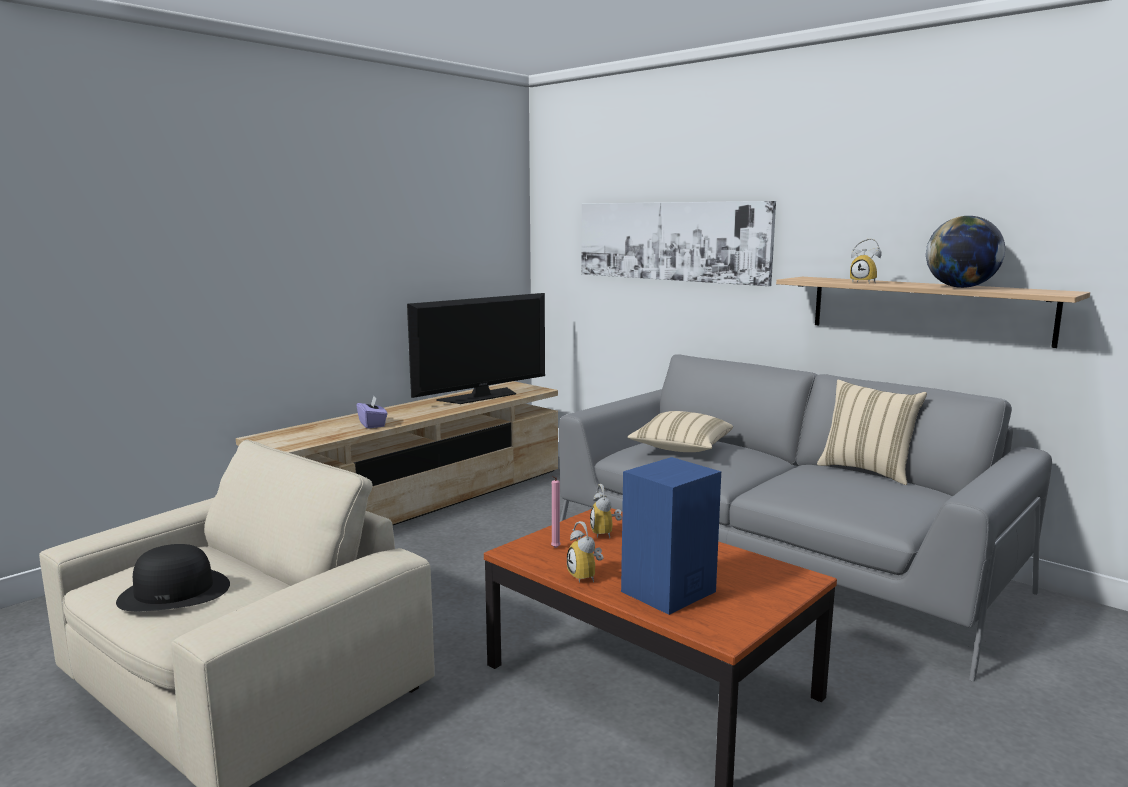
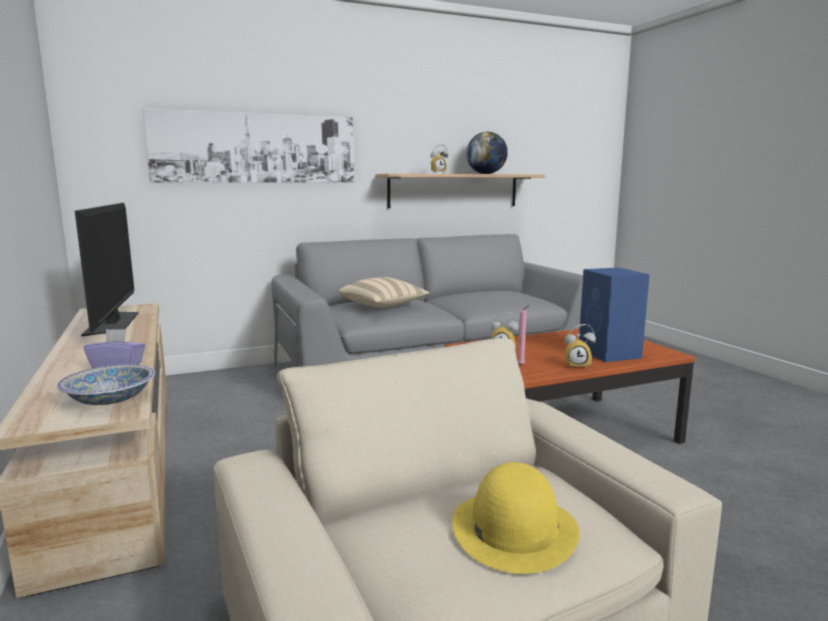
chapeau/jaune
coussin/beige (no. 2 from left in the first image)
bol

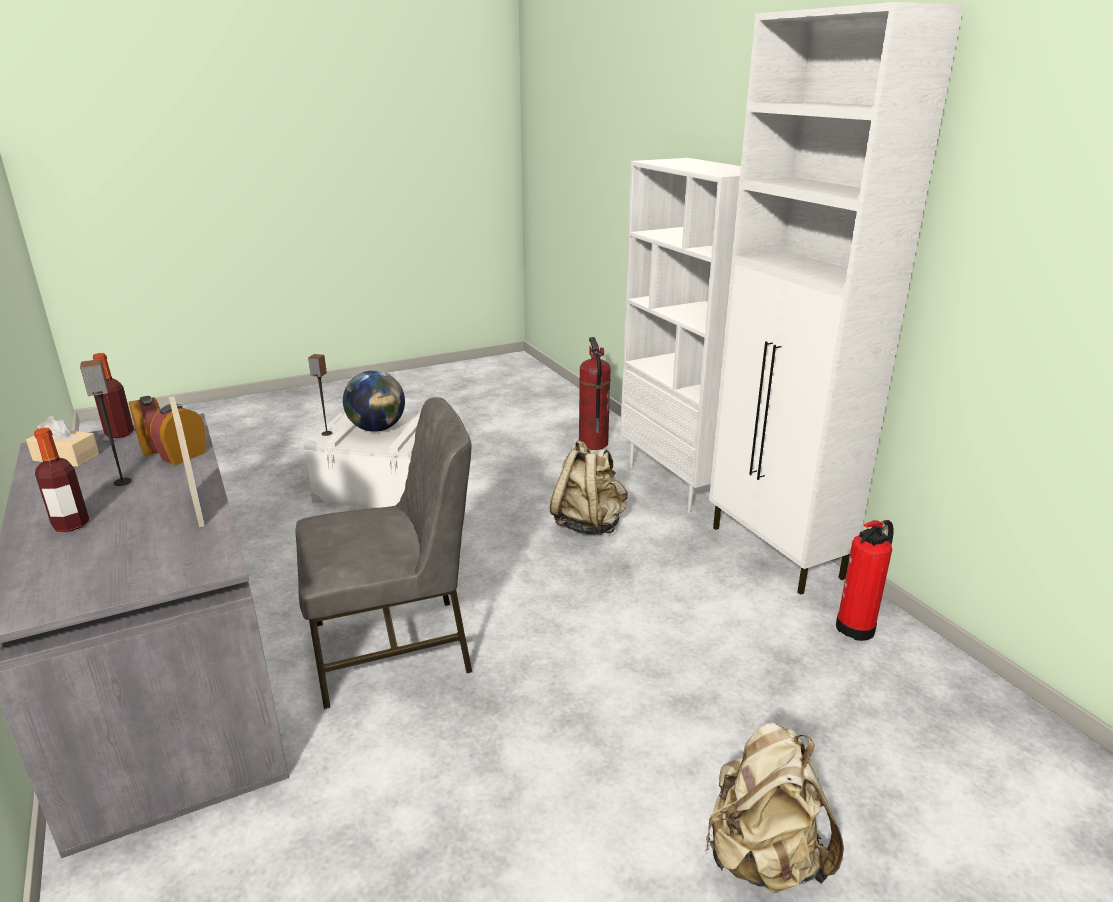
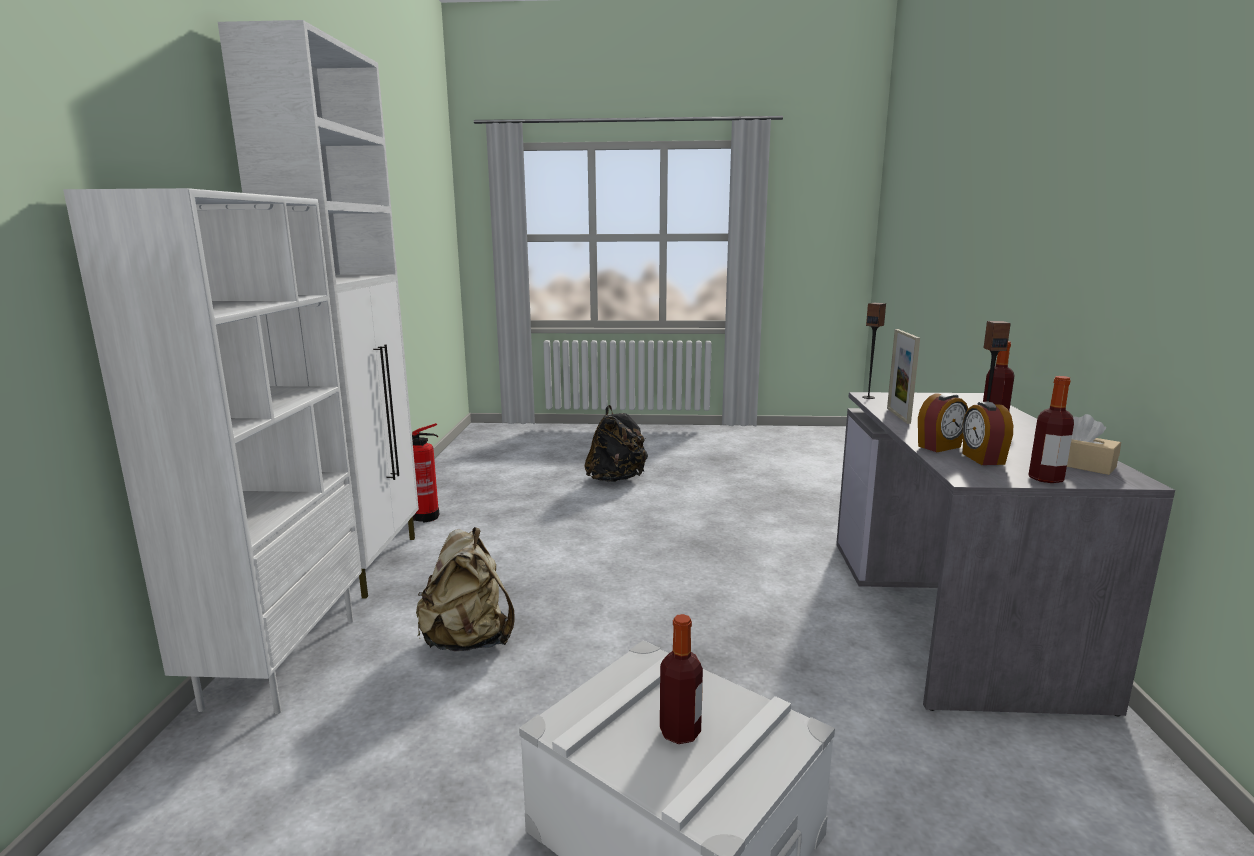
chaise/gris
enceinte (no. 1 from left)
bouteille (no. 1 from left)
extincteur (no. 1 from left in the first image)
sac à dos/noir

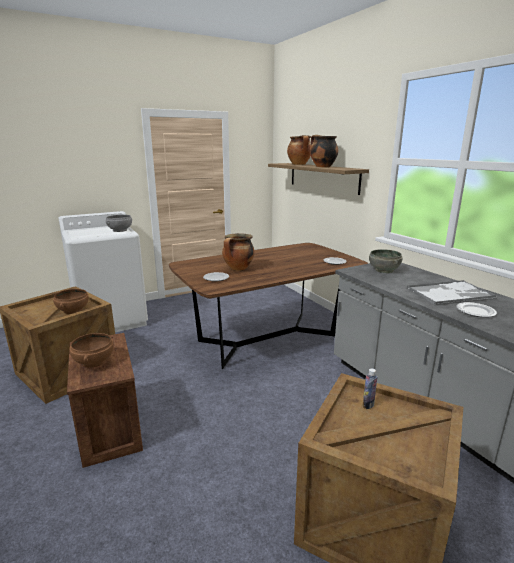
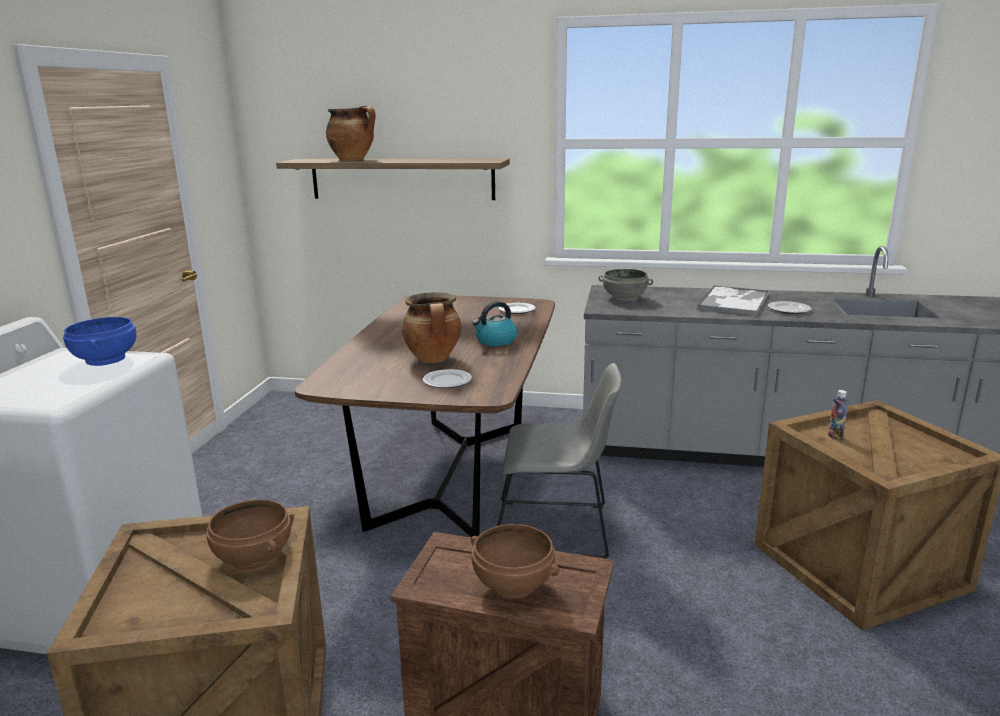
bol/bleu
marmite (no. 3 from left in the first image)
bouilloire
chaise/gris

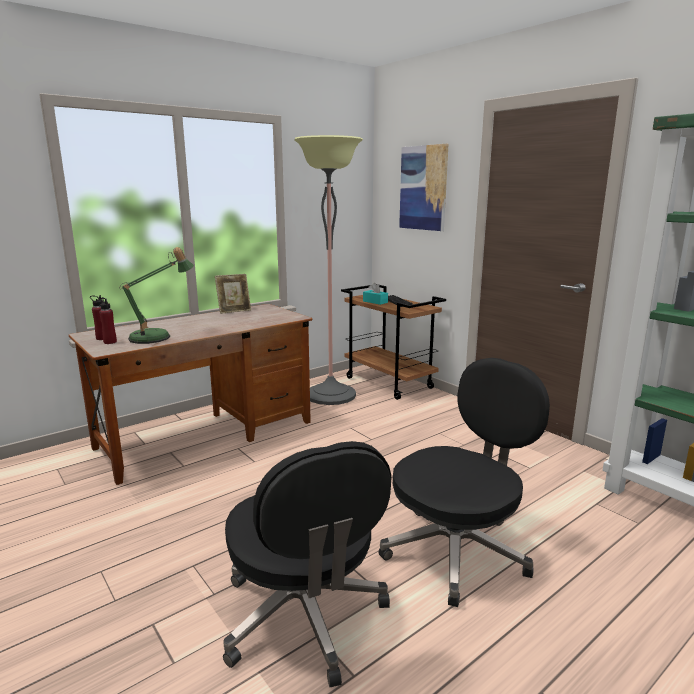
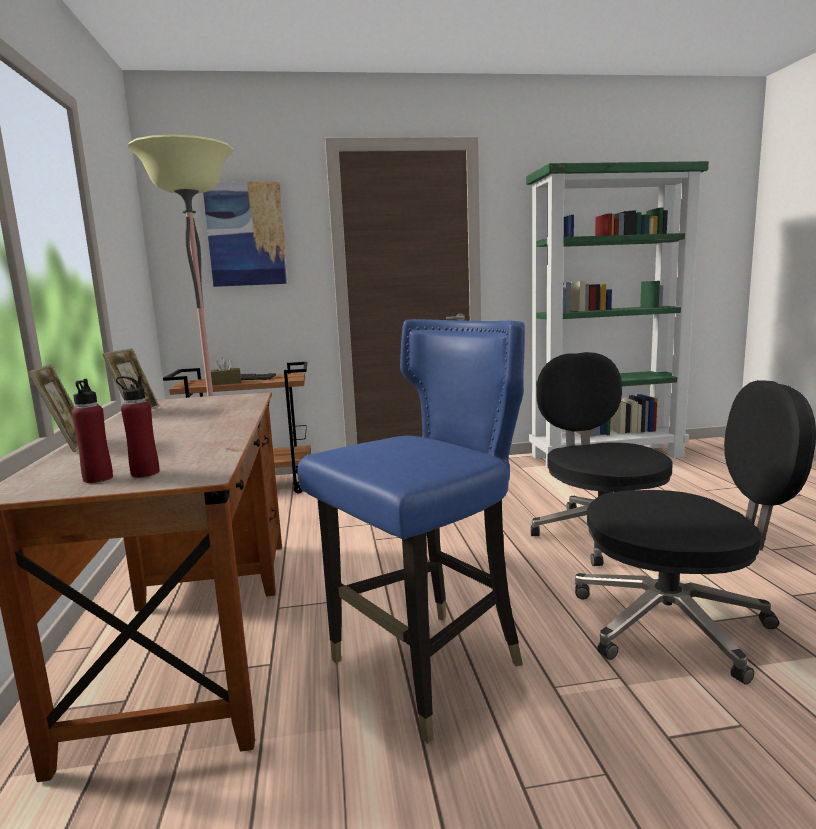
lampe de table
boîte à mouchoirs/marron
cadre photo (no. 1 from left)
chaise/bleu

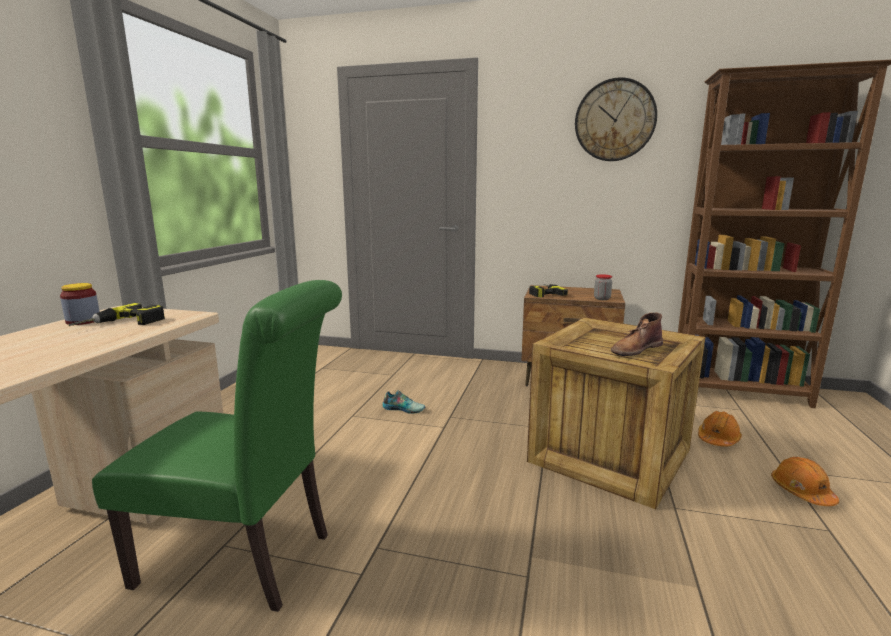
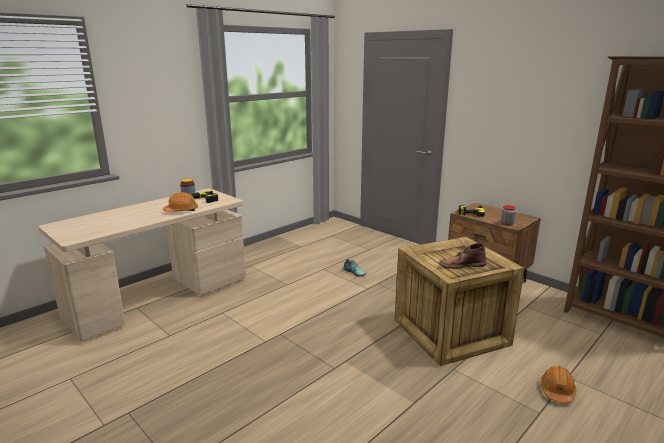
chaise/vert
horloge murale
casque de chantier/orange (no. 1 from left)

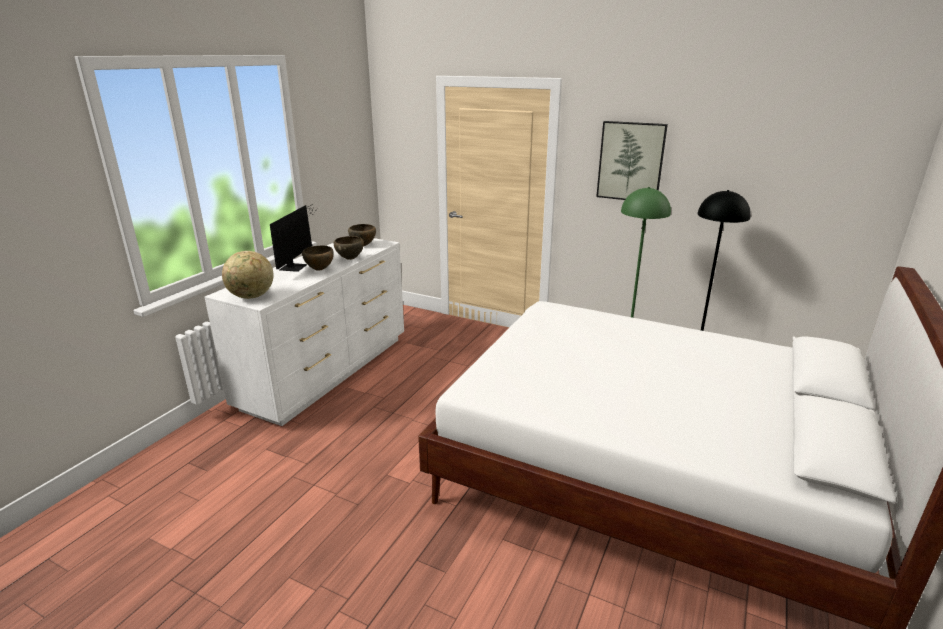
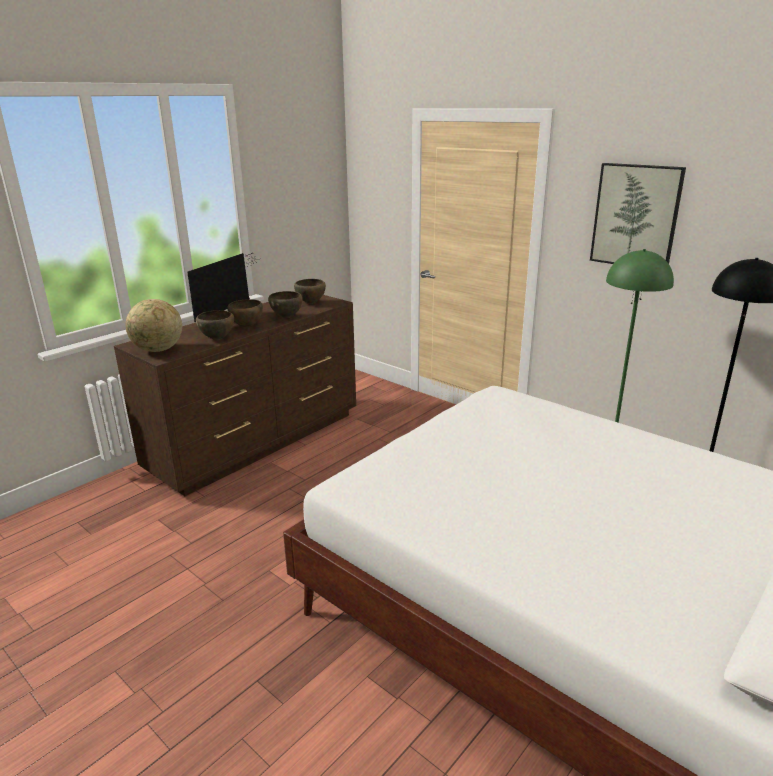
commode/marron
bol/marron (no. 1 from left)

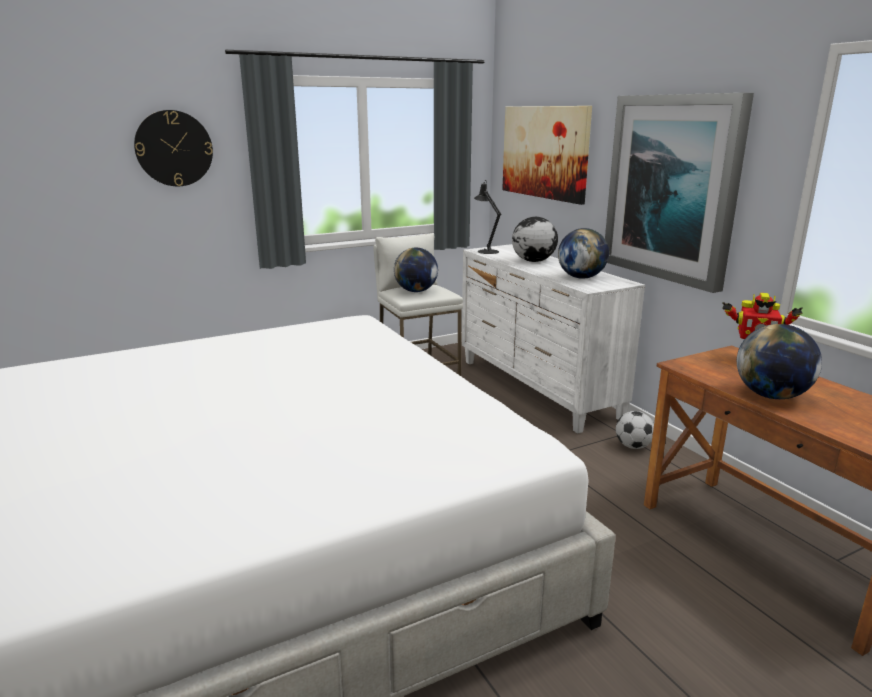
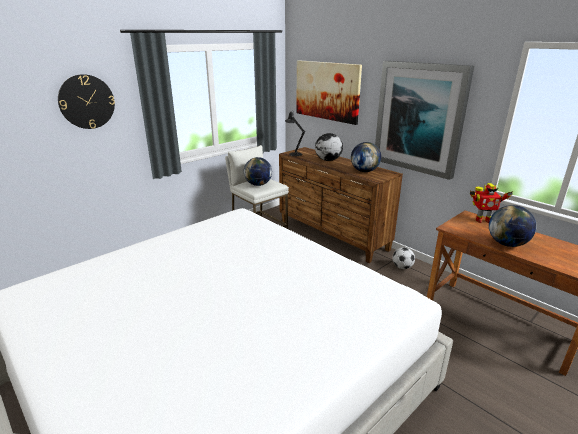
commode/marron

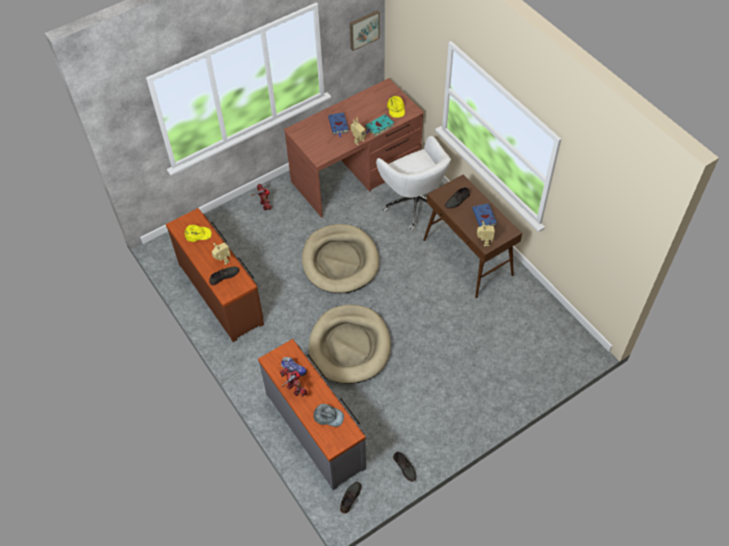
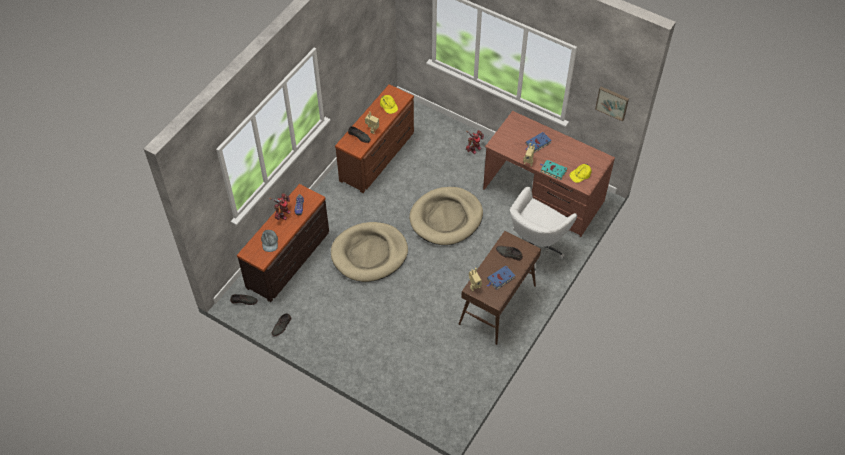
commode/marron (no. 1 from left)

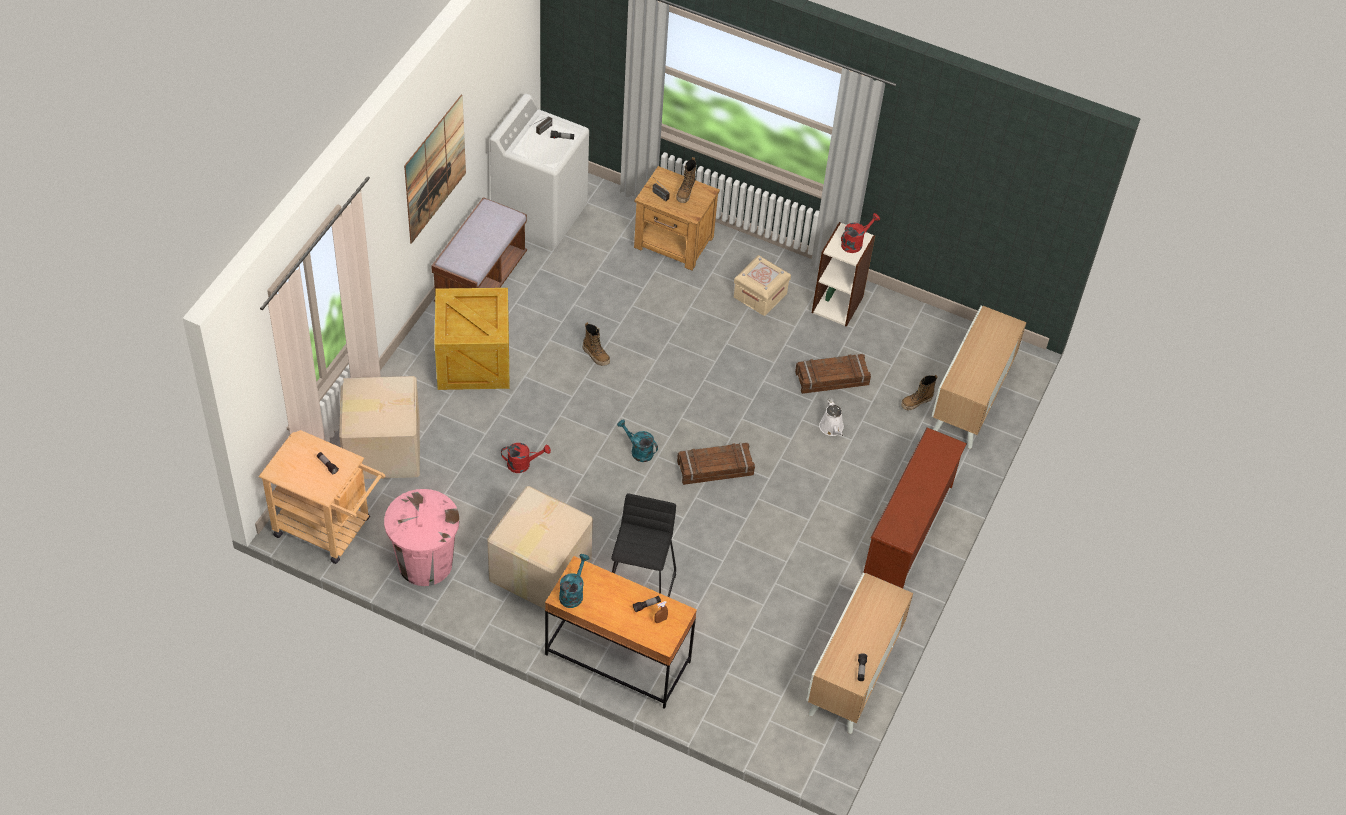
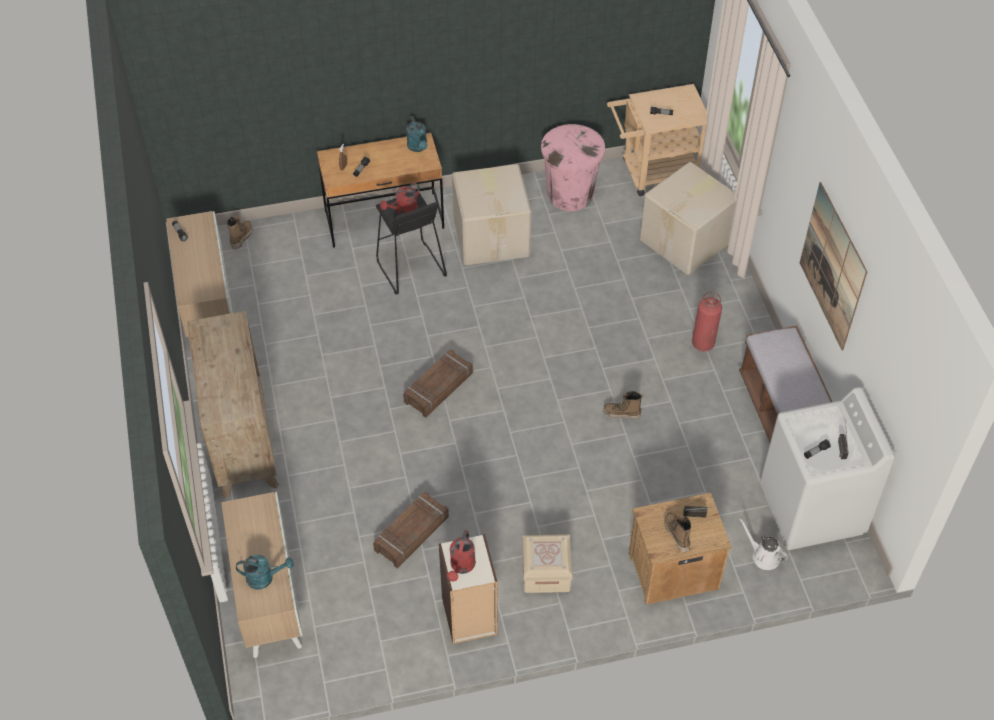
extincteur
arrosoir/rouge (no. 1 from left)
arrosoir/turquoise (no. 1 from left)
arrosoir/blanc
commode/marron
botte (no. 1 from left)

